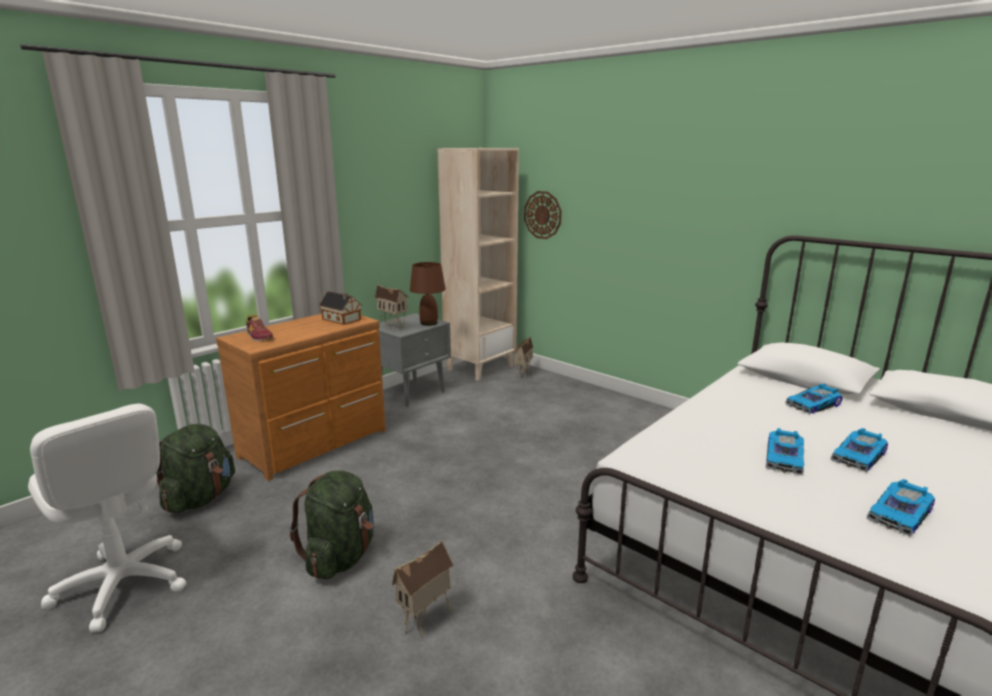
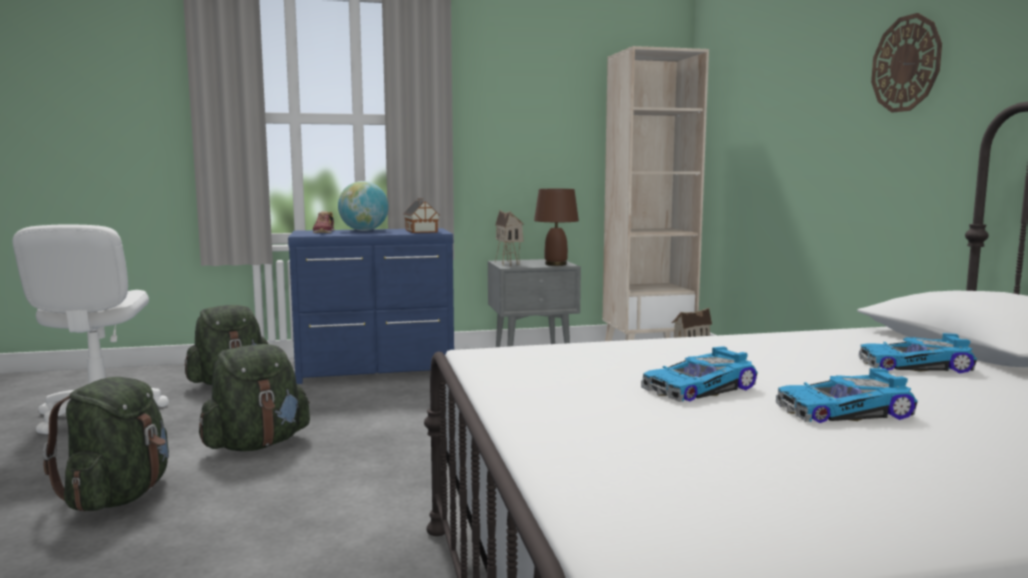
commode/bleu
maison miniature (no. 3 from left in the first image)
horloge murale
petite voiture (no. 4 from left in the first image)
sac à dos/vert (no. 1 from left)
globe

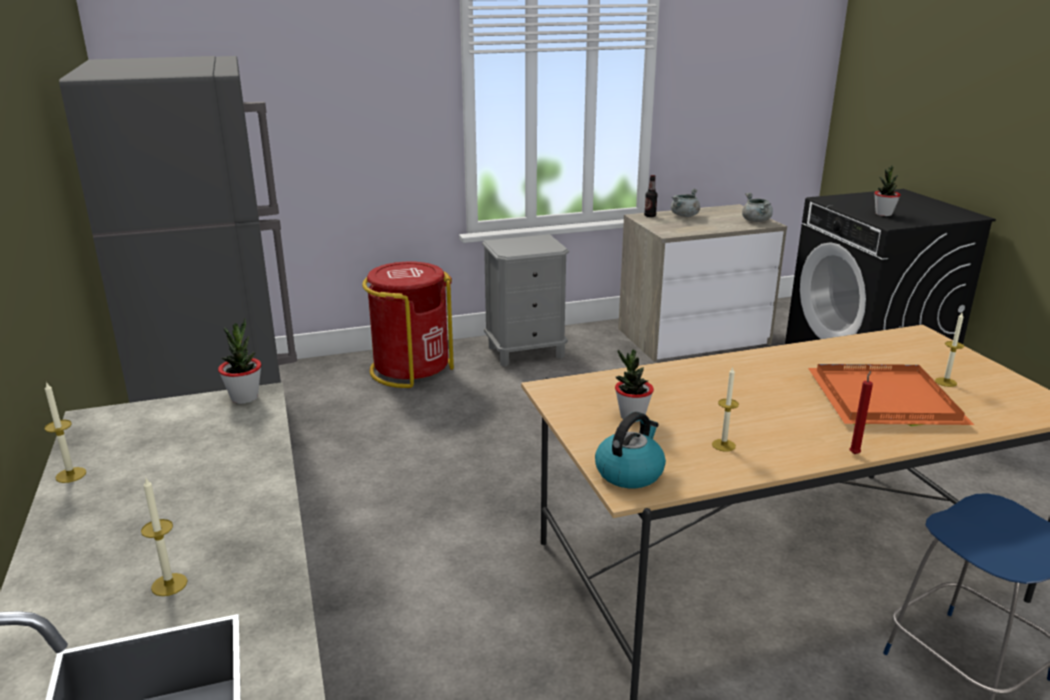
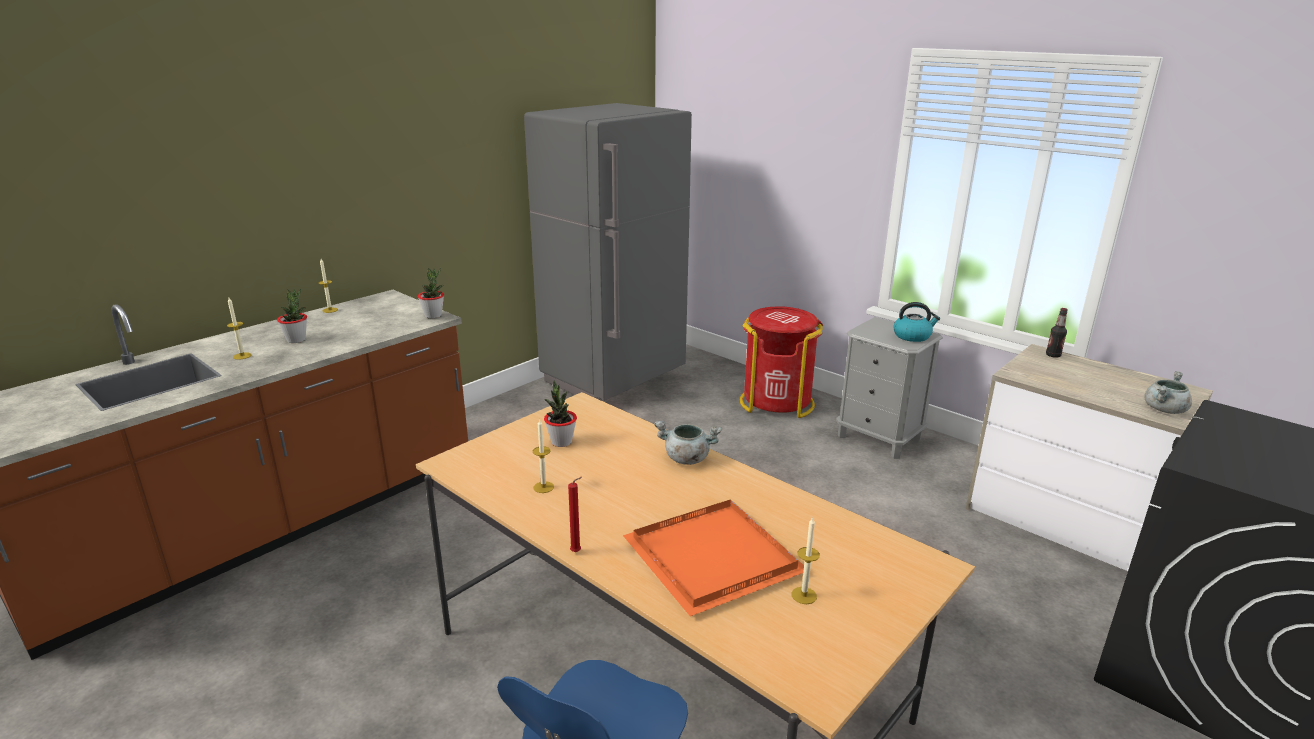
bouilloire
marmite/gris (no. 1 from left)
plante en pot (no. 1 from left)

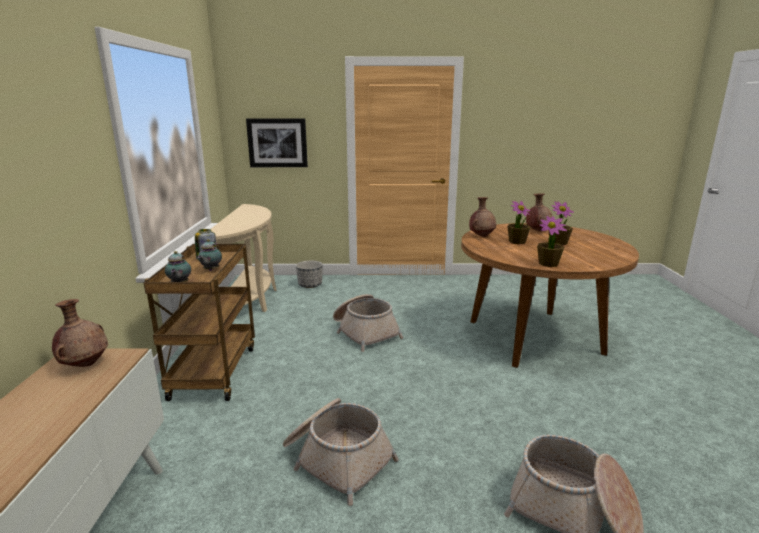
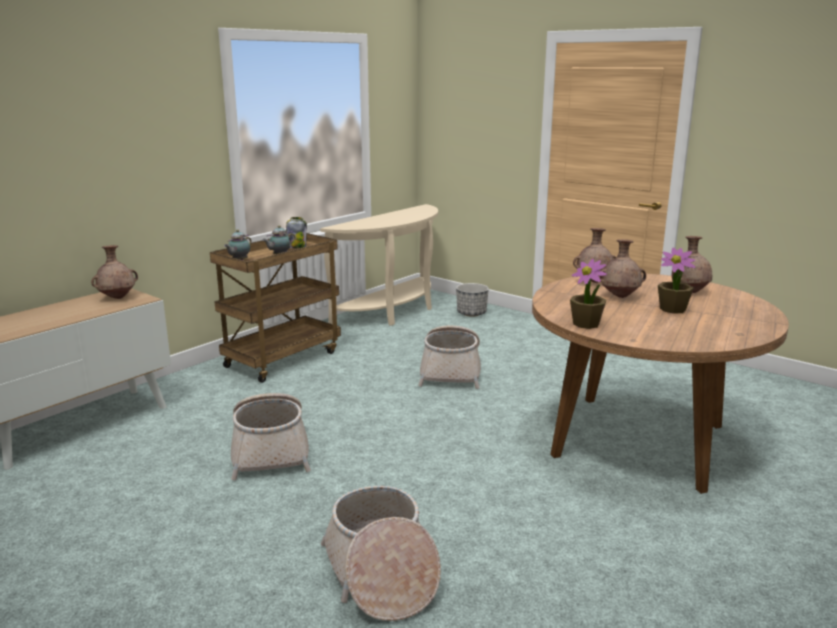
tableau
vase/marron (no. 3 from left)

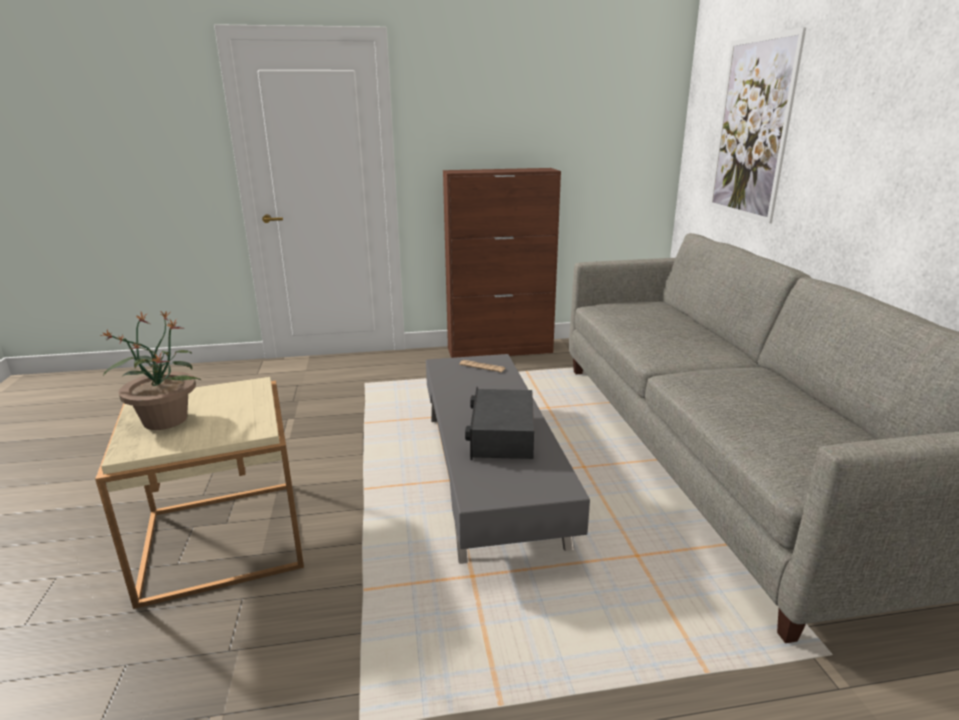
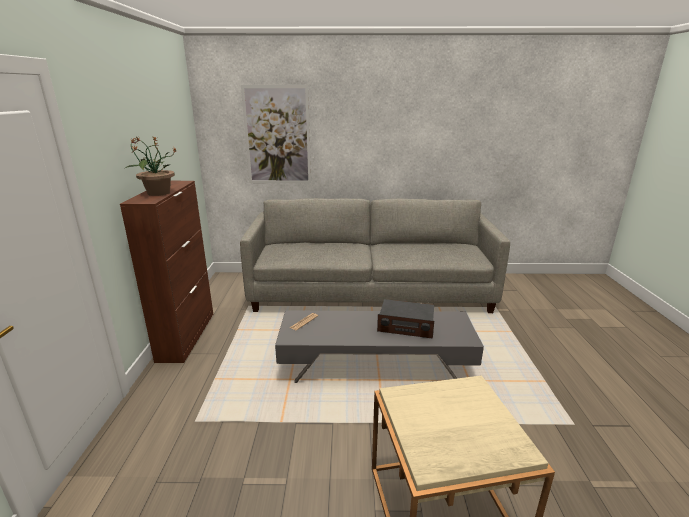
plante en pot

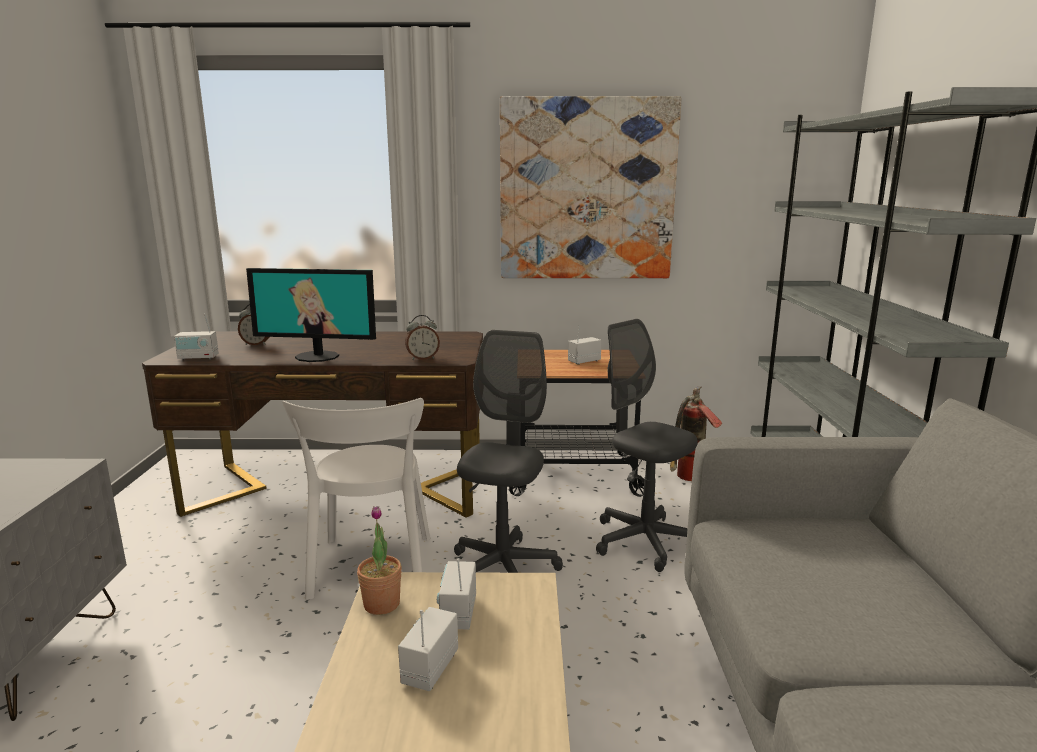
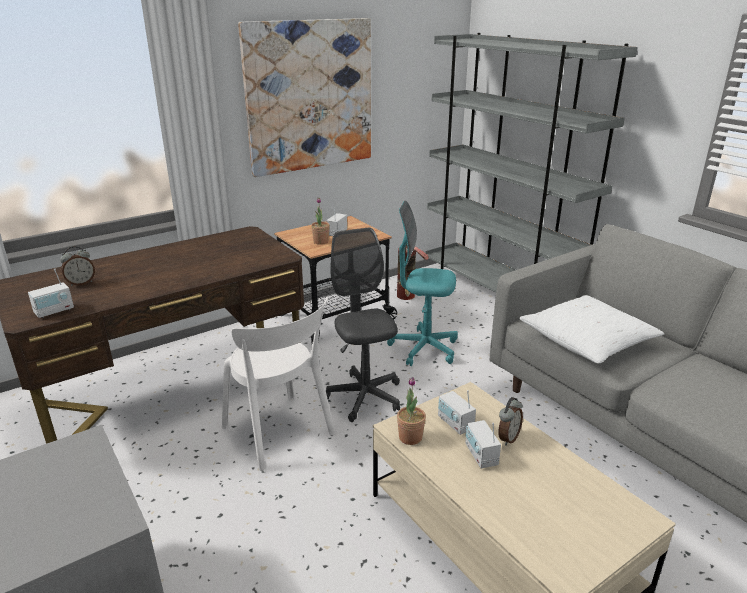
écran d'ordinateur
réveil (no. 2 from left)
chaise de bureau/turquoise
plante en pot (no. 1 from left)
coussin/blanc

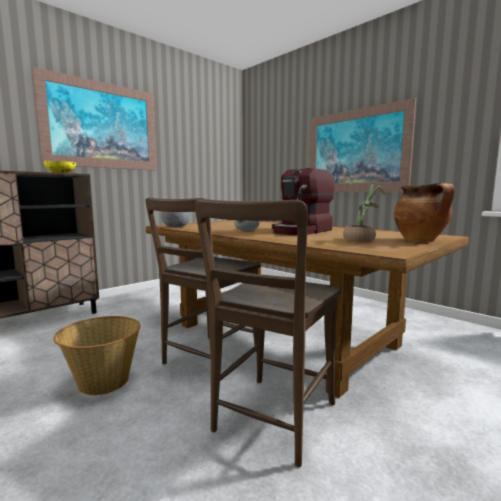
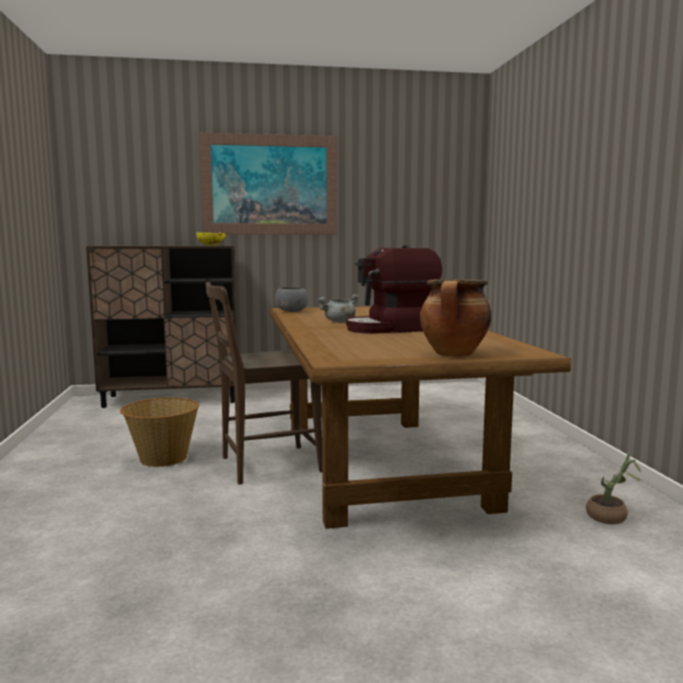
chaise/marron (no. 2 from left in the first image)
tableau (no. 2 from left in the first image)
plante en pot

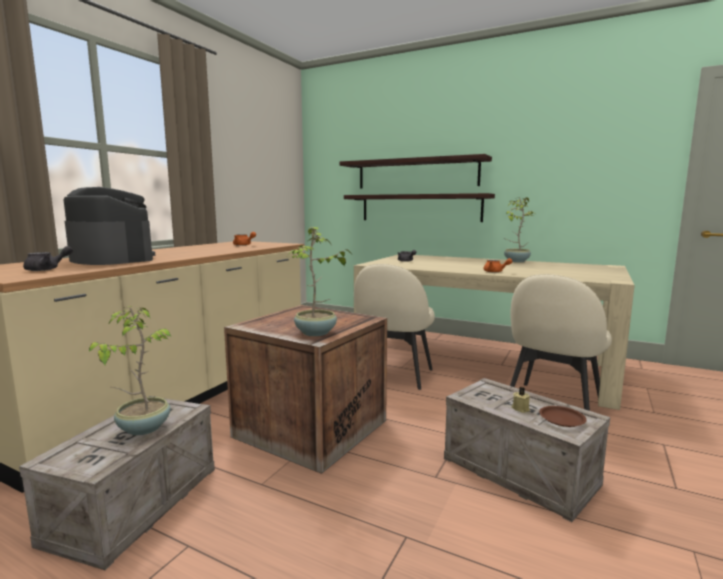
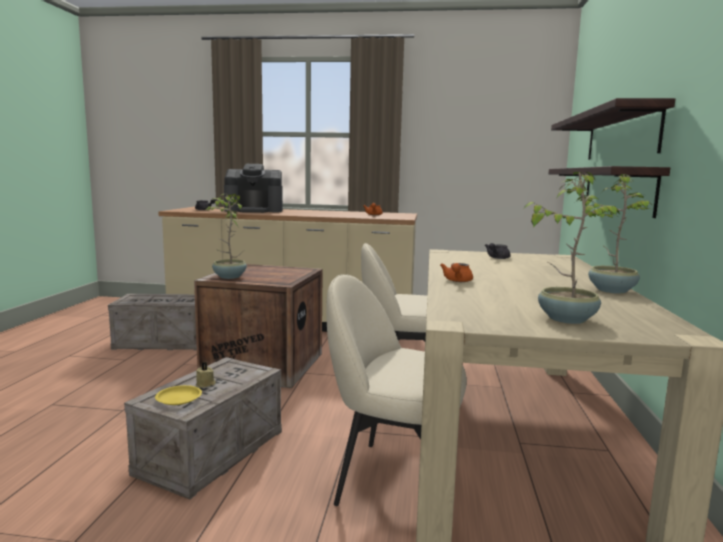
machine à café
plante en pot (no. 2 from left)
assiette/jaune

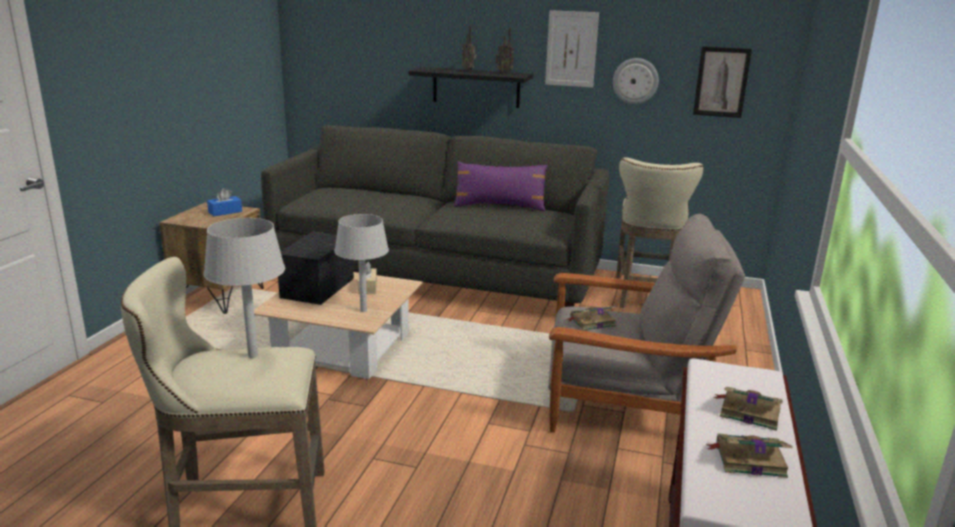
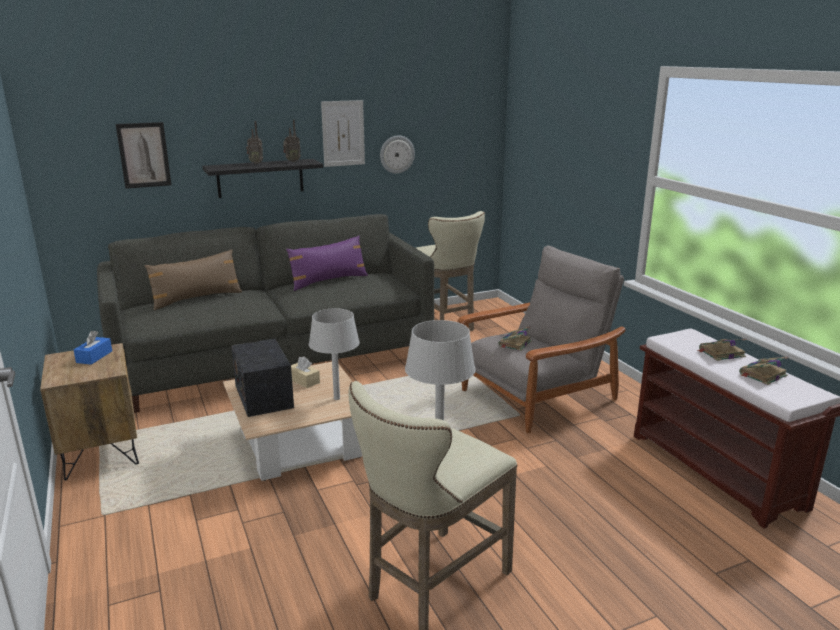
tableau (no. 1 from left)
coussin/marron

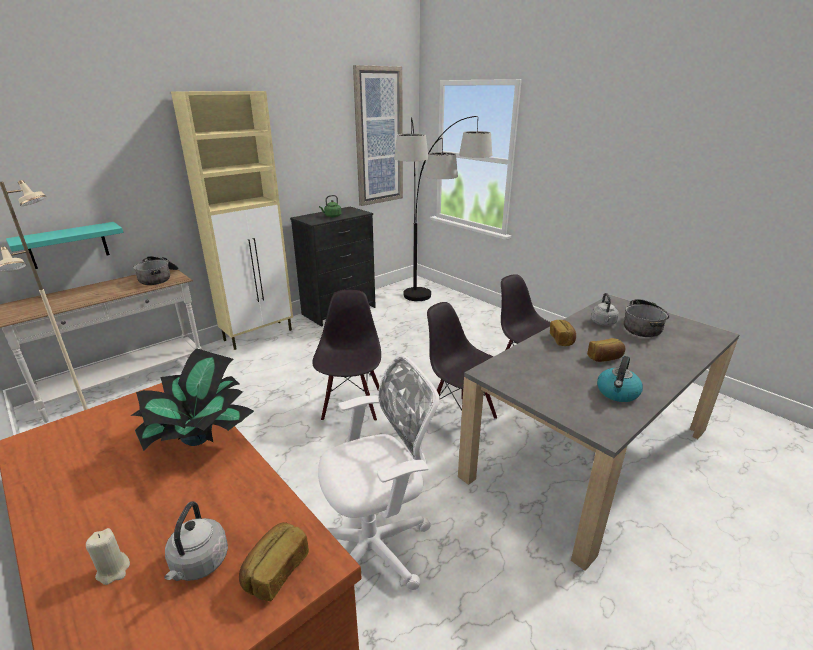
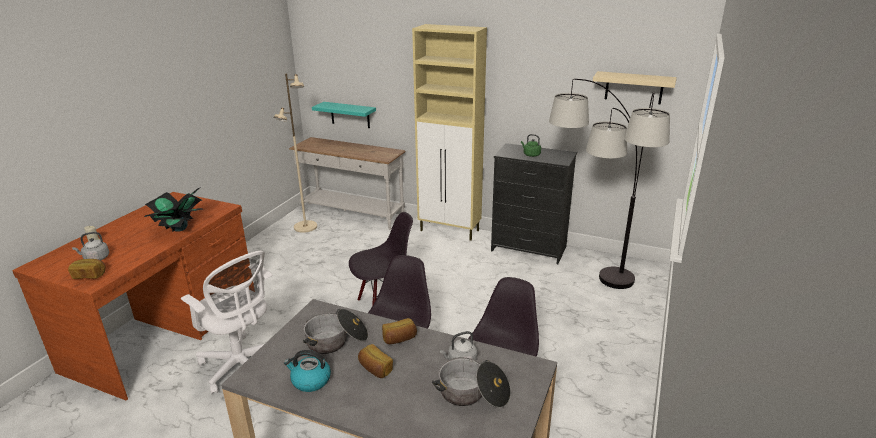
marmite (no. 1 from left)
étagère/beige

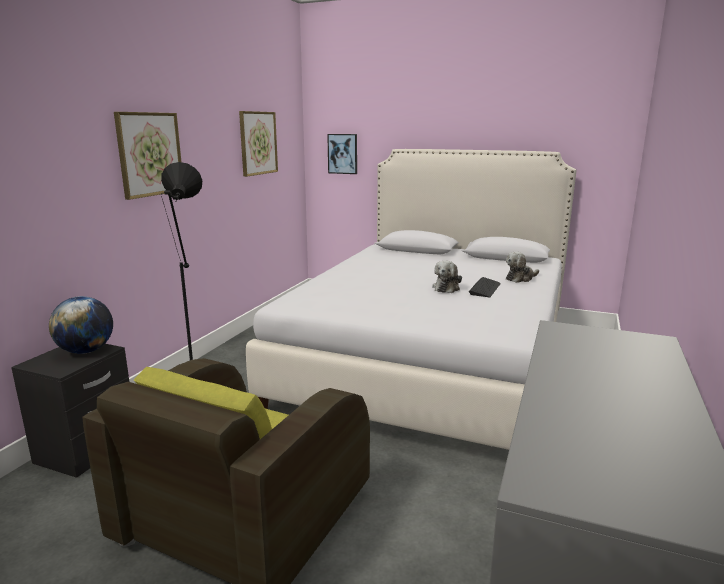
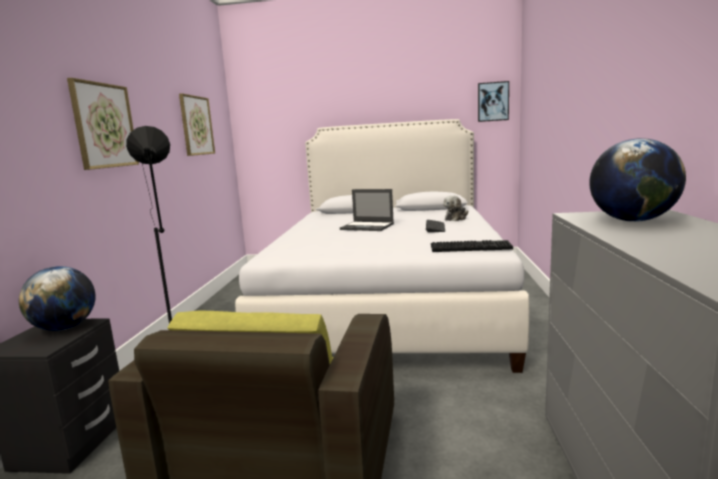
tableau (no. 3 from left)
peluche (no. 1 from left in the first image)
ordinateur portable
clavier (no. 2 from left)
globe (no. 2 from left)

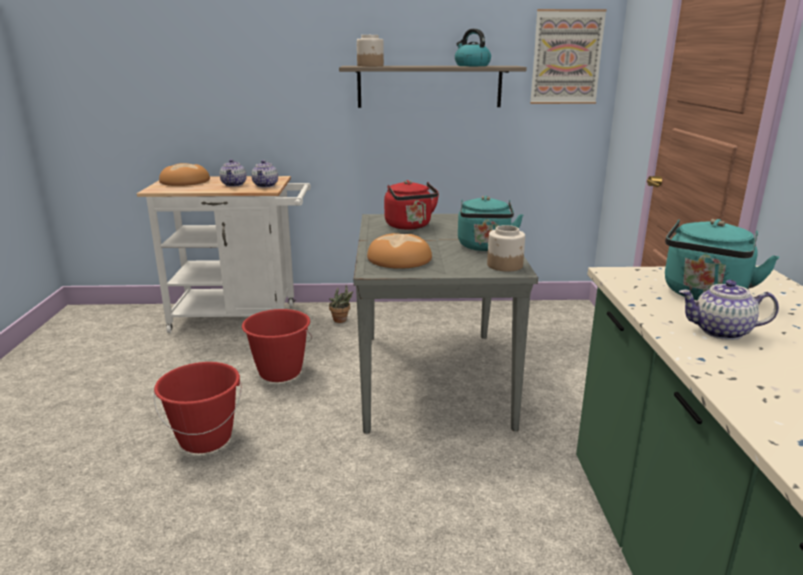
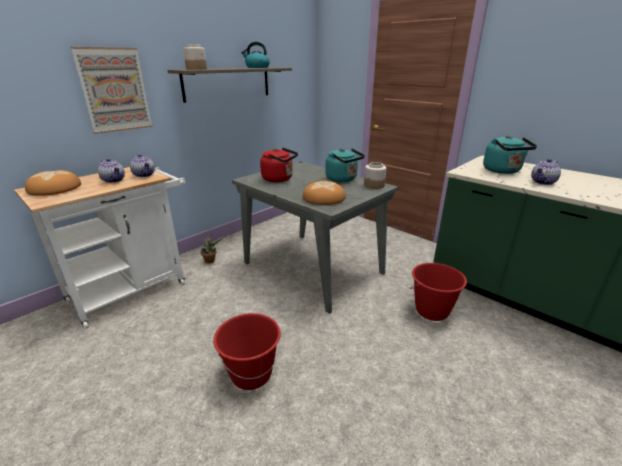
seau/rouge (no. 2 from left)
tableau

